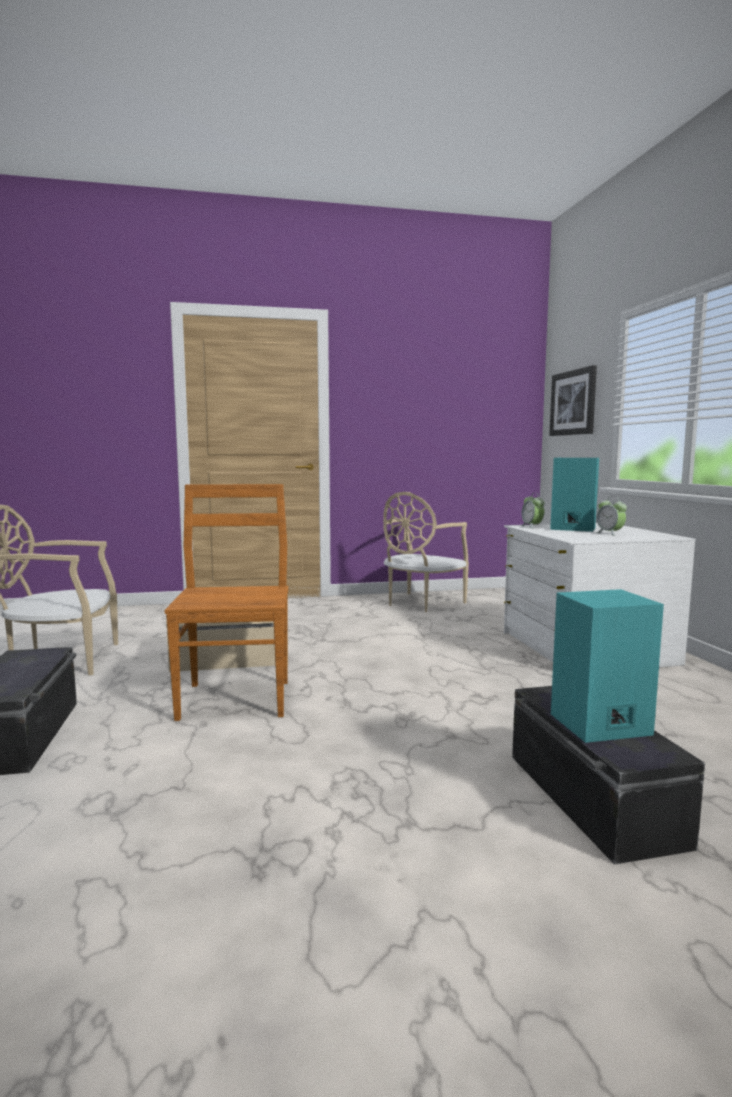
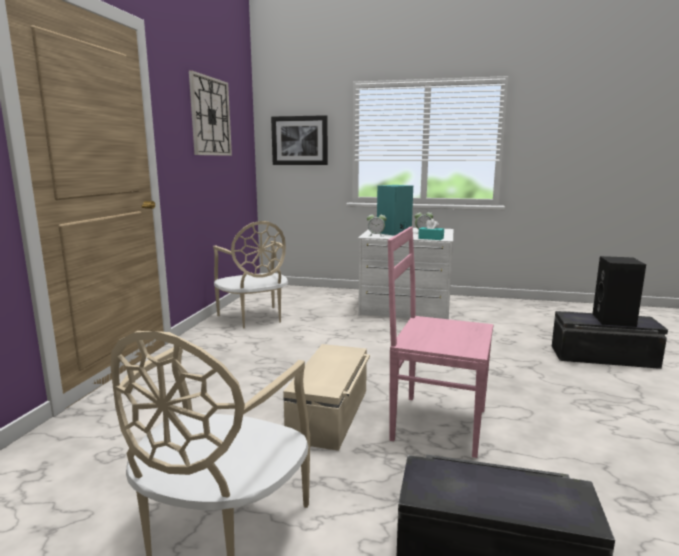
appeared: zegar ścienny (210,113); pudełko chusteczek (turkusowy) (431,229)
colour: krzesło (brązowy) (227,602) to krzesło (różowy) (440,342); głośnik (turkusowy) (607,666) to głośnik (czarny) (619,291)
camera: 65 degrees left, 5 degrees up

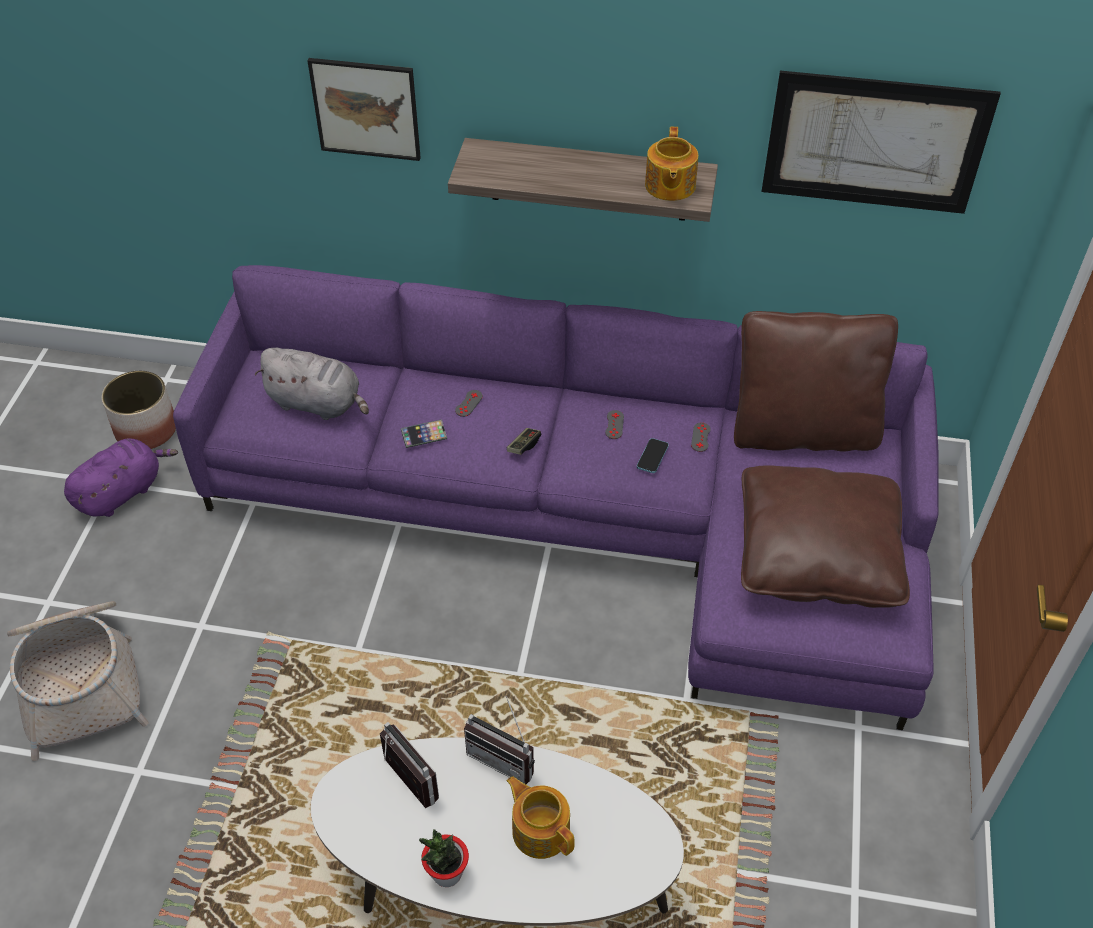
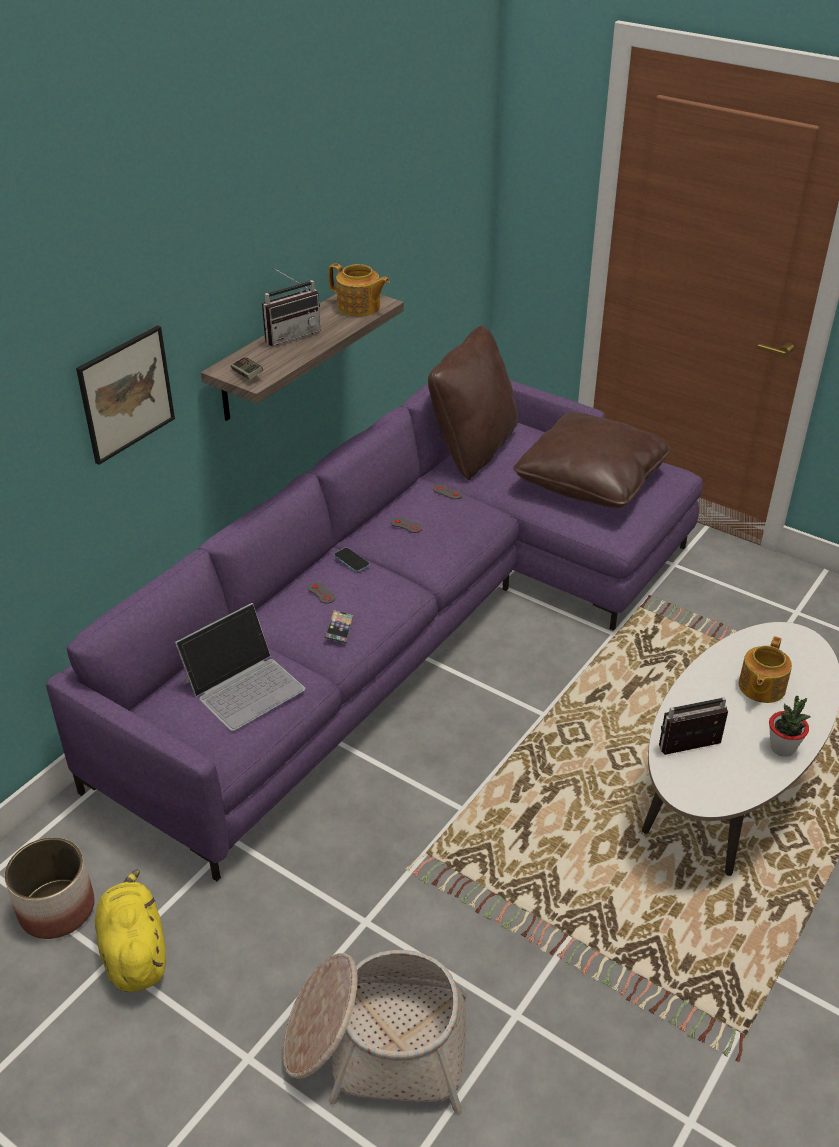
missing: obraz (881,142)
relocated: radio (499,740) to (291,306); pad do gier (524,441) to (247,368); telefon (653,455) to (352,559)
exchanged: pluszak (szary) (311,384) to laptop (240,667)
colour: pluszak (fioletowy) (121,477) to pluszak (żółty) (130,930)
spun: imbryk (541,817) = (765,669) 45 degrees counterclockwise
camera: 65 degrees left, 10 degrees down

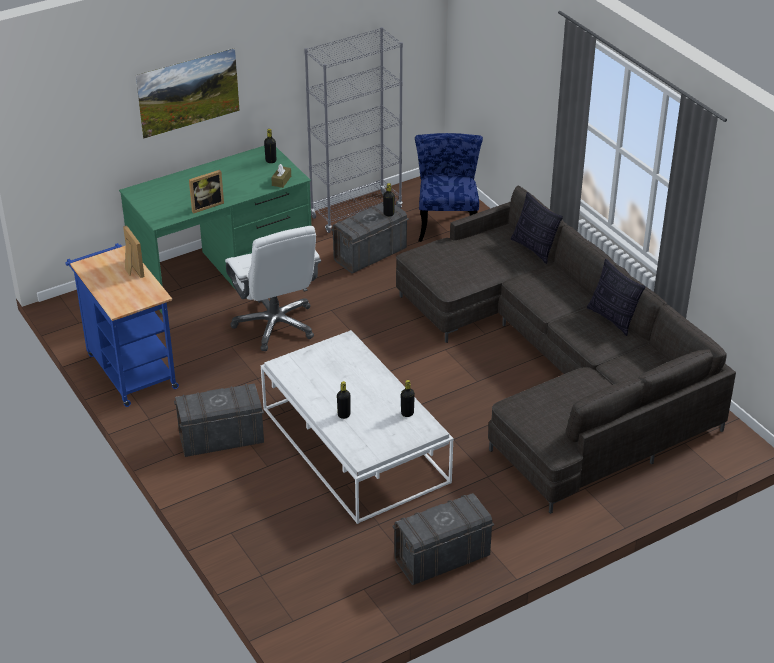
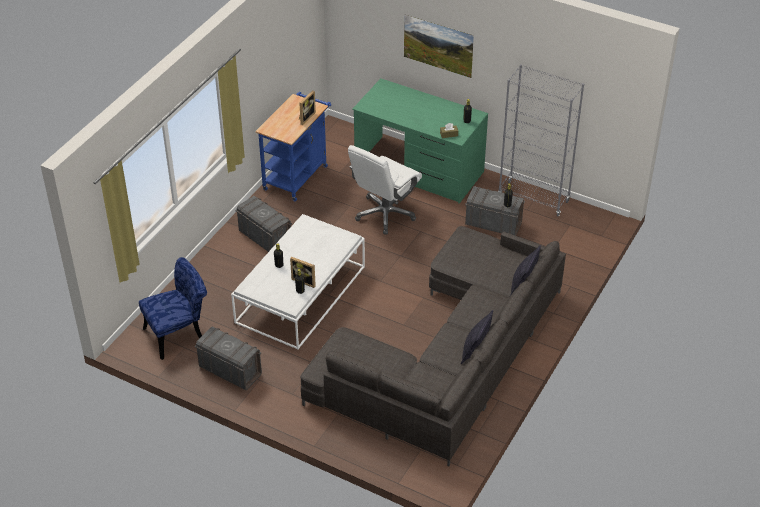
relocated: ramka na zdjęcie (206,192) to (303,272); krzesło (niebieski) (449,187) to (173,308)
camera: 60 degrees right, 5 degrees up

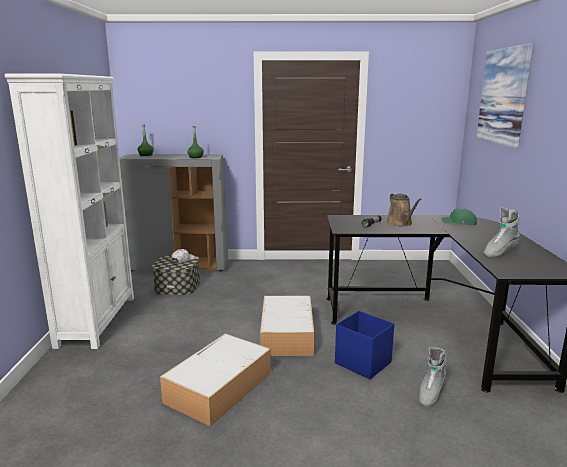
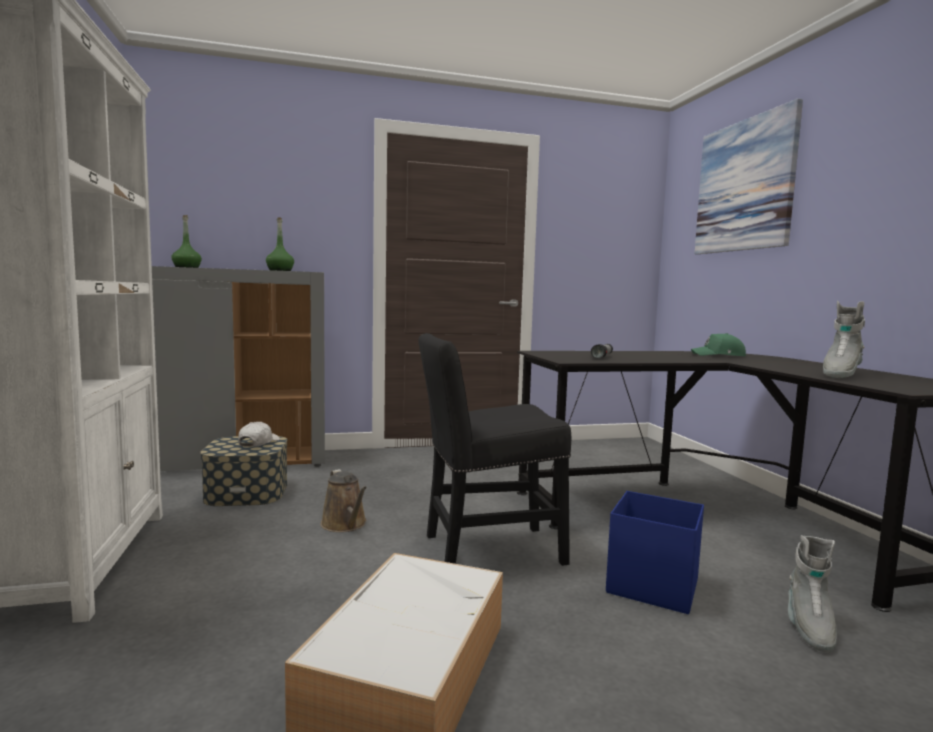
relocated: konewka (brązowy) (404,209) to (344,500)
exchanged: pojemnik do przechowywania (287,326) to krzesło (czarny) (494,449)
camera: 15 degrees left, 10 degrees down

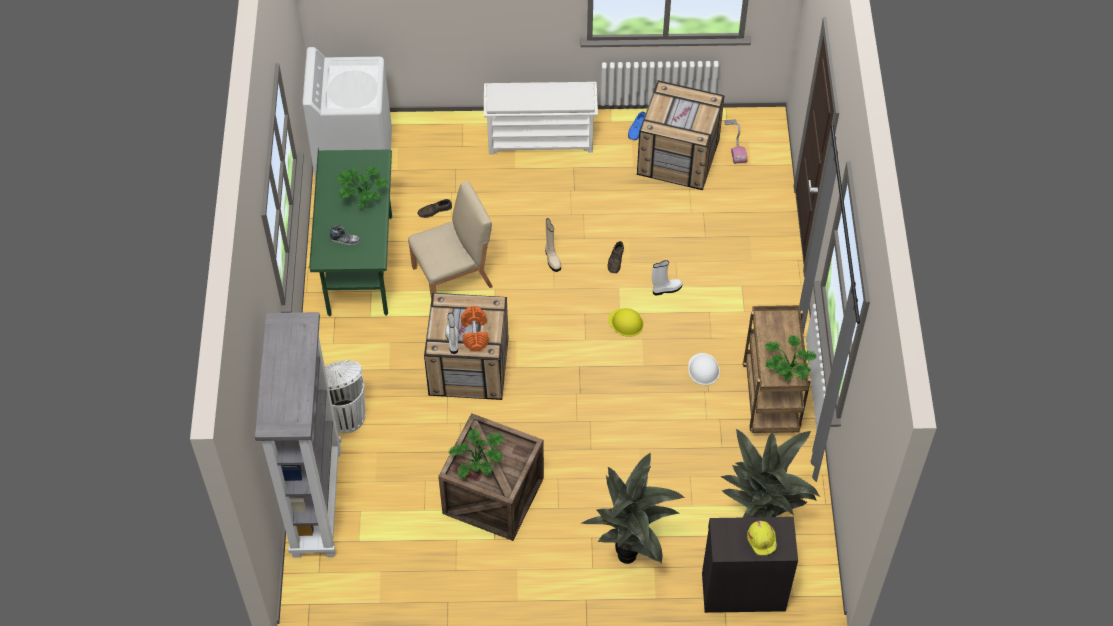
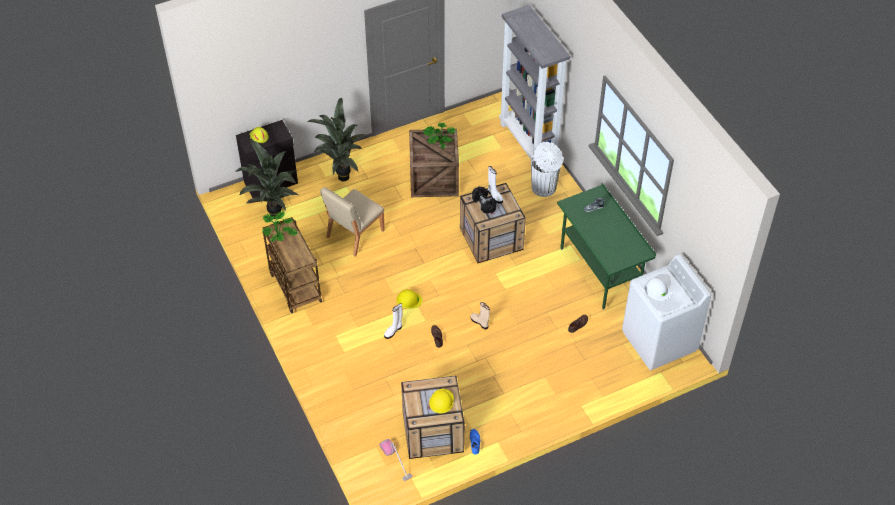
missing: roślina doniczkowa (363,187); regał na buty (biały) (541,118)
appeared: kask (żółty) (441,401)
relocated: krzesło (beżowy) (450,240) to (352,221); kask (biały) (704,369) to (657,289)
colour: hantel (pomarańczowy) (475,328) to hantel (czarny) (484,199)
camera: 155 degrees right, 5 degrees down

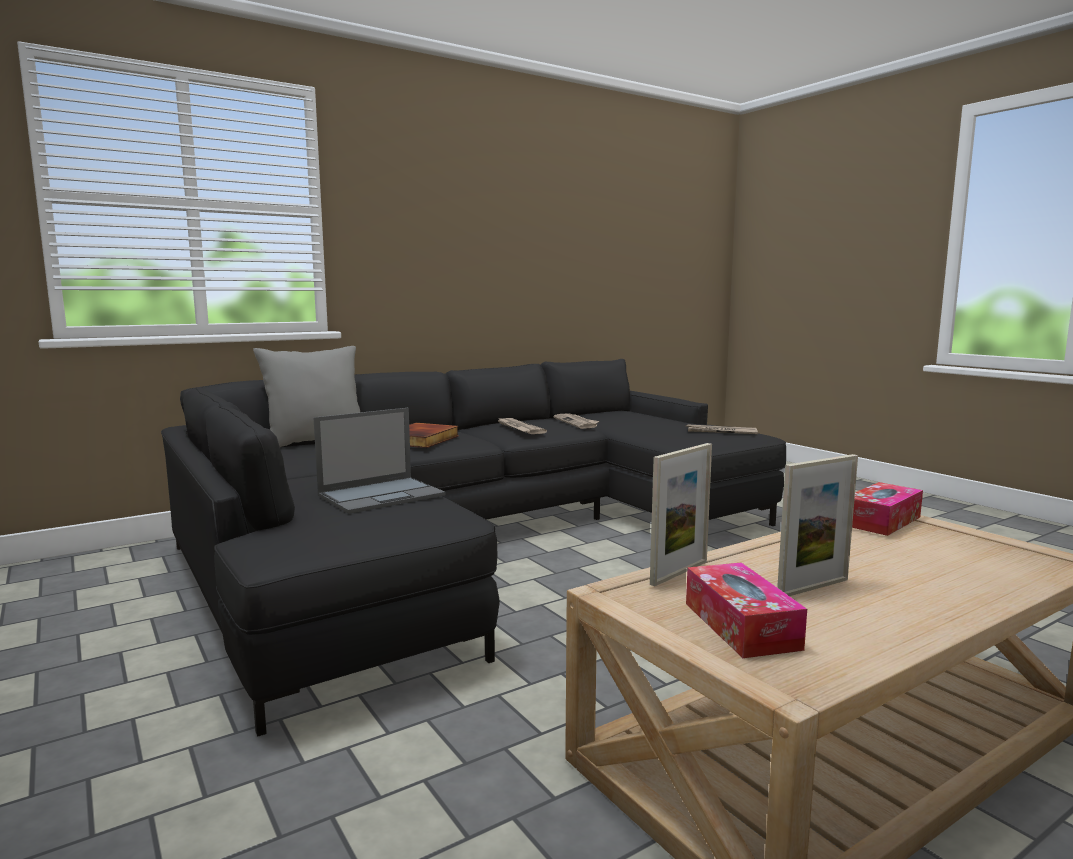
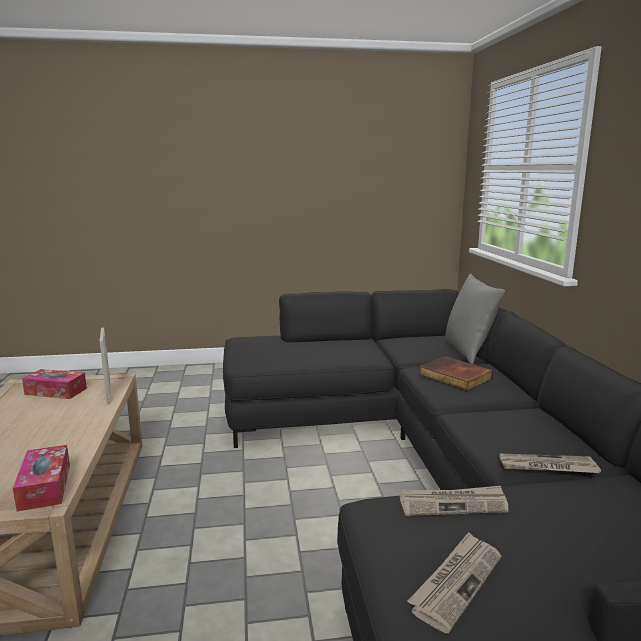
missing: laptop (379,461); ramka na zdjęcie (817,525)
relocated: gazeta (522,426) to (454,501)
camera: 115 degrees right, 5 degrees up

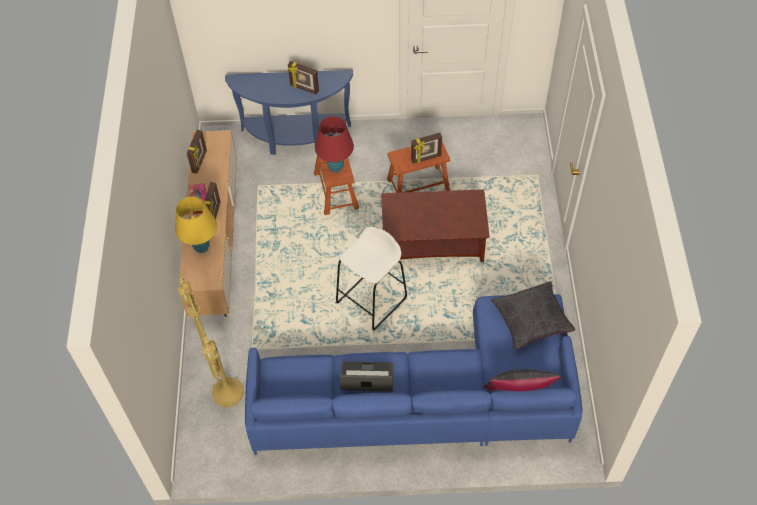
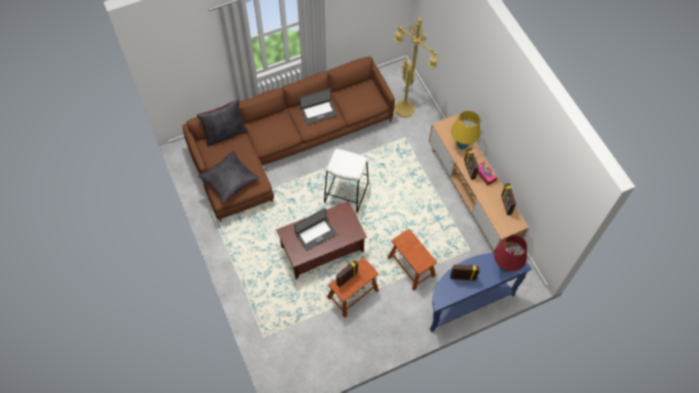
appeared: laptop (315,229)
relocated: lampa stołowa (czerwony) (334,144) to (510,253)
colour: kanapa (niebieski) (413,374) to kanapa (brązowy) (288,139)
camera: 155 degrees right, 5 degrees up

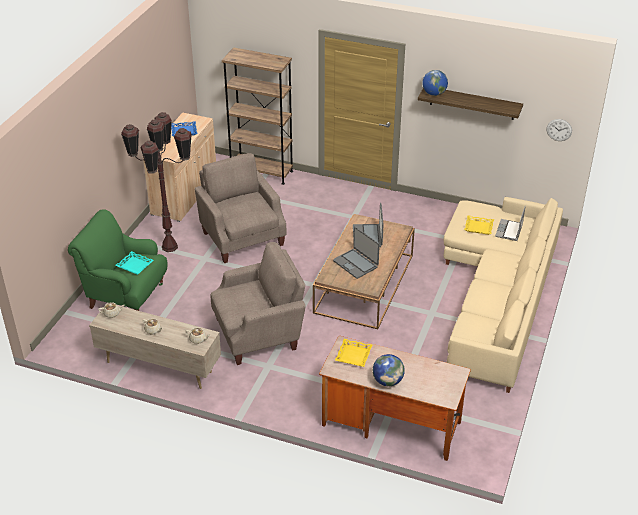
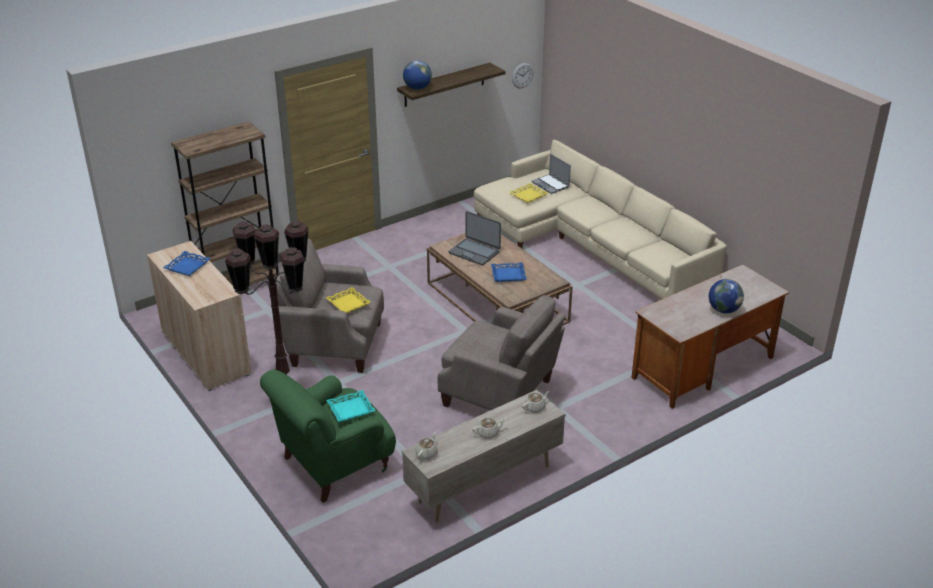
relocated: taca (żółty) (353,353) to (348,300)
exchanged: laptop (356,253) to taca (niebieski) (509,272)
spun: fotel (beżowy) (258,303) = (501,353) 105 degrees clockwise
camera: 55 degrees left, 5 degrees down

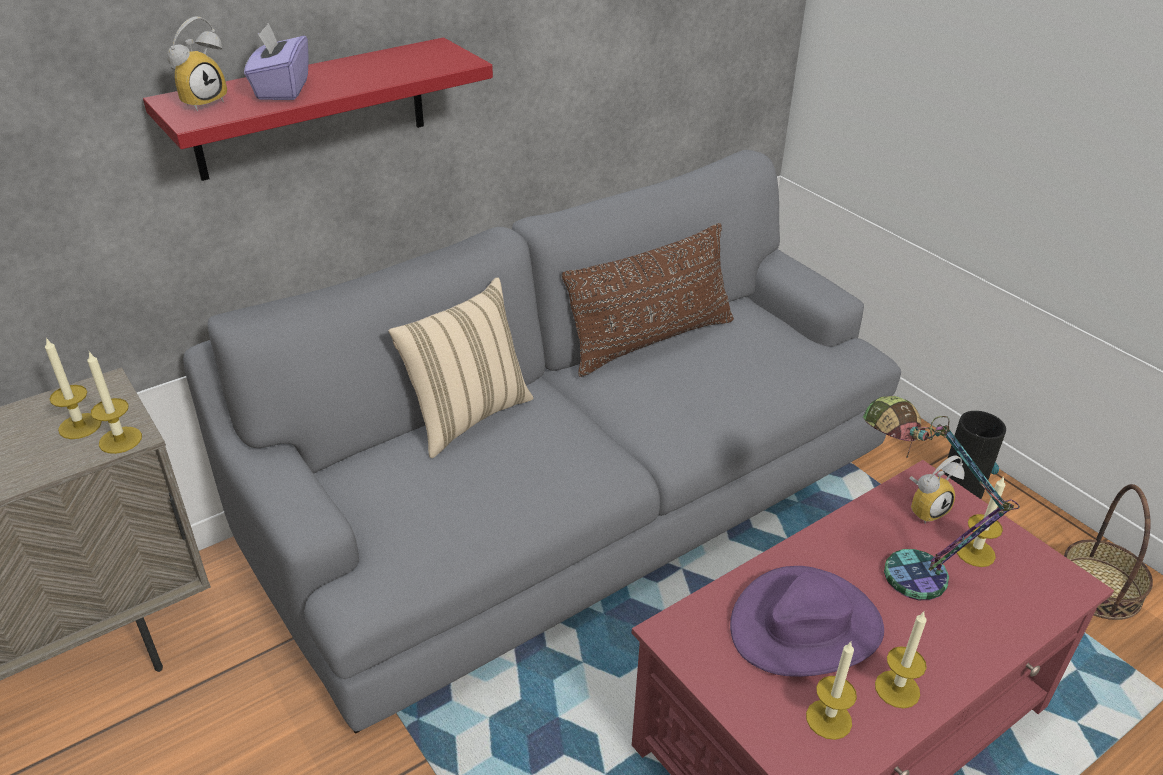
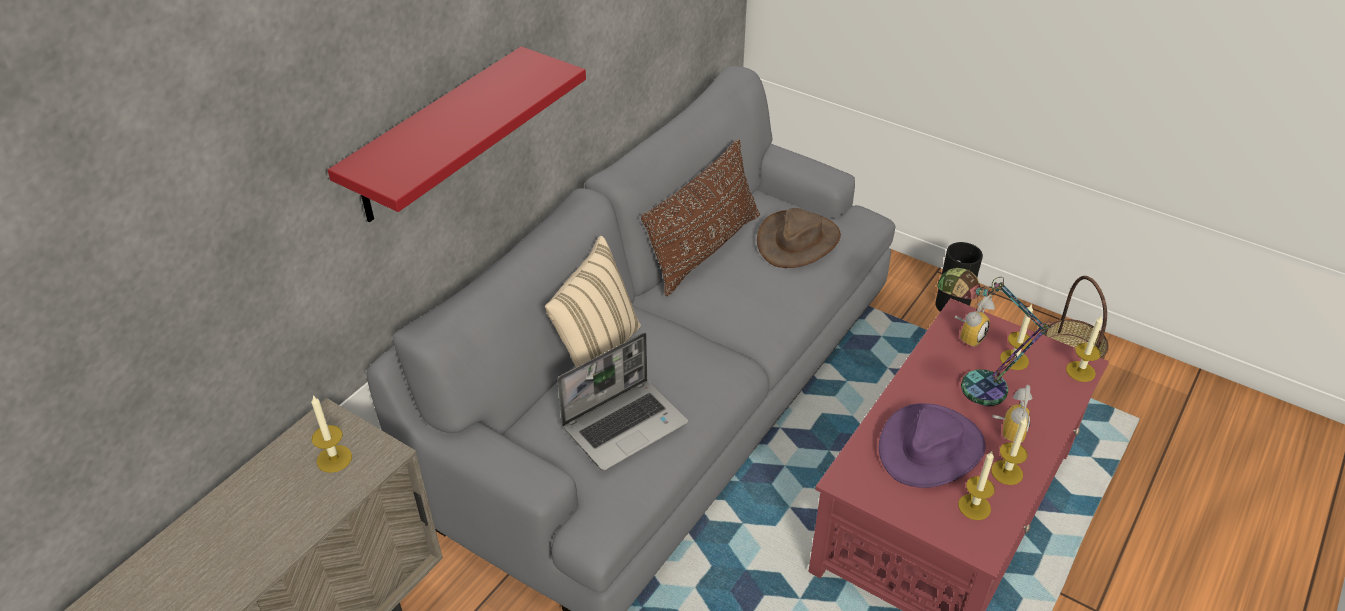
missing: pudełko chusteczek (fioletowy) (276,61)
appeared: laptop (622,402); kapelusz (brązowy) (799,238)
relocated: świeca (114,402) to (1084,348); budzik (197,63) to (1012,413)
camera: 20 degrees left, 5 degrees up

